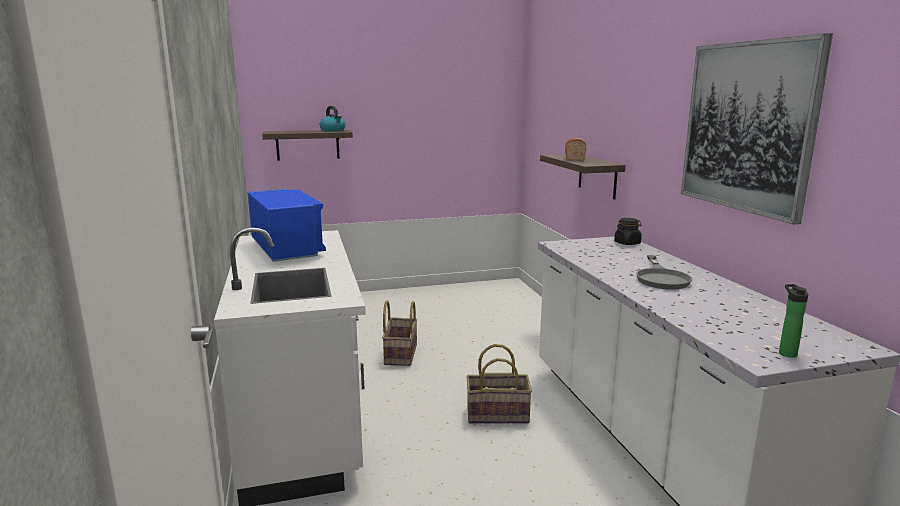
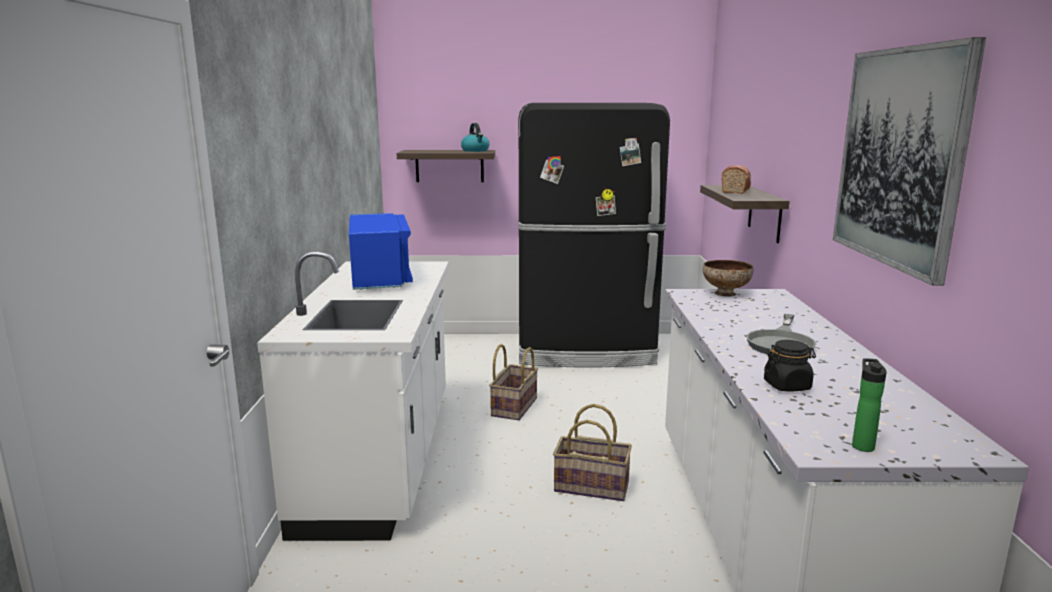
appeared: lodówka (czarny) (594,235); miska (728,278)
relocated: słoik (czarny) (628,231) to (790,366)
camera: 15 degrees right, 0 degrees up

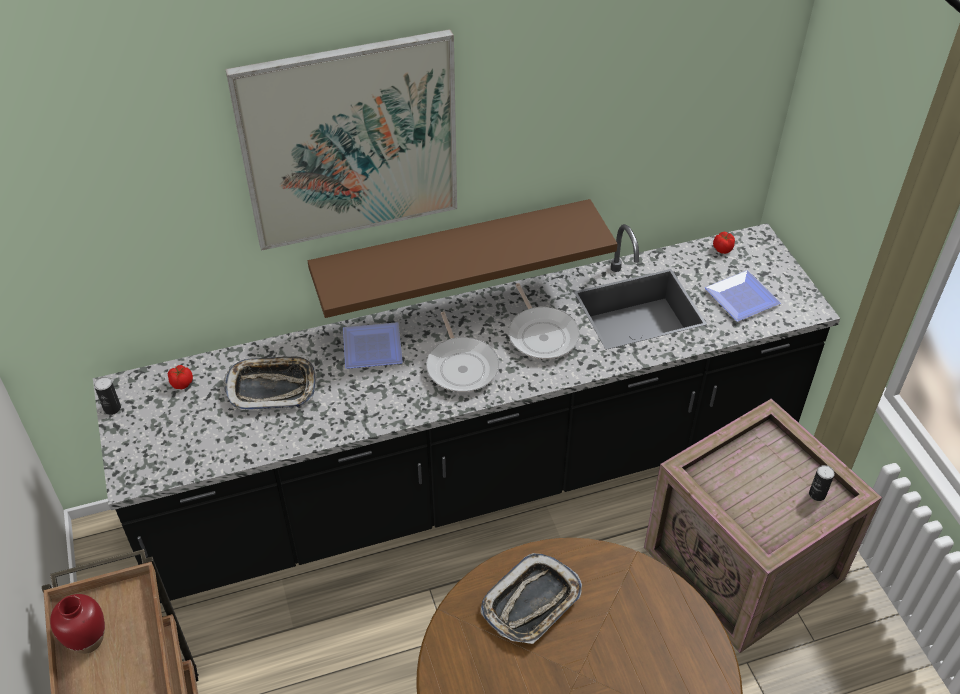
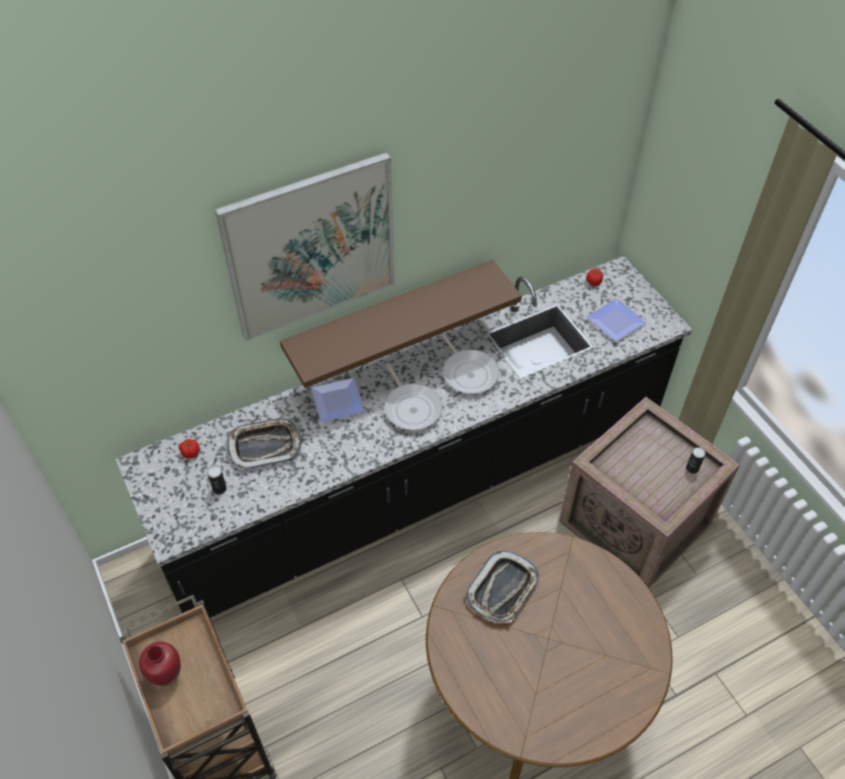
relocated: puszka (107,396) to (217,480)
camera: 10 degrees left, 5 degrees up

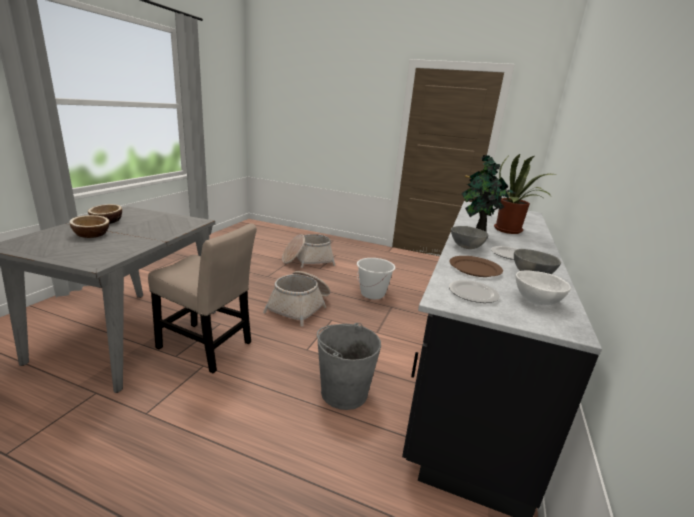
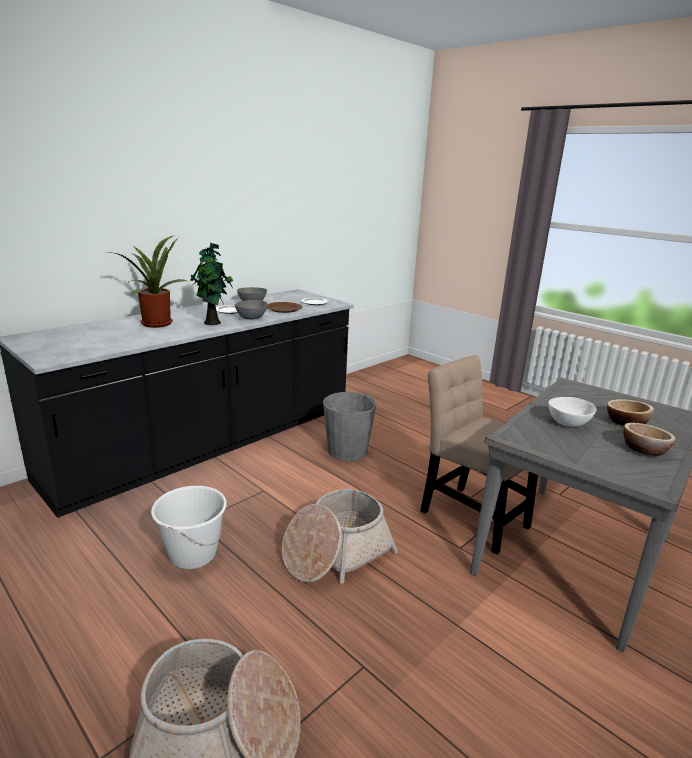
relocated: miska (biały) (543,287) to (572,412)
camera: 155 degrees left, 0 degrees up

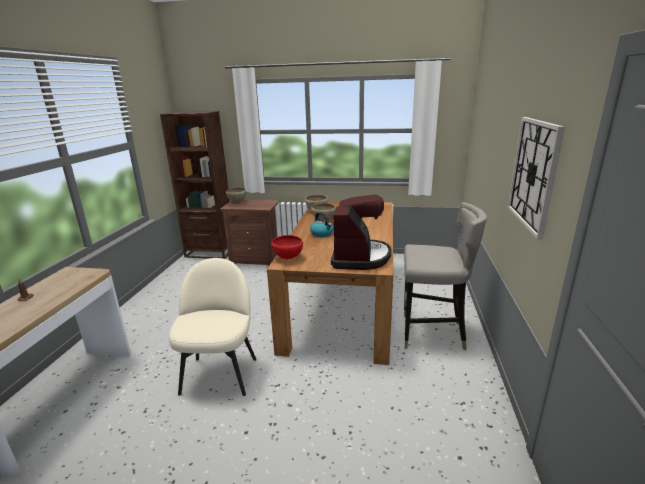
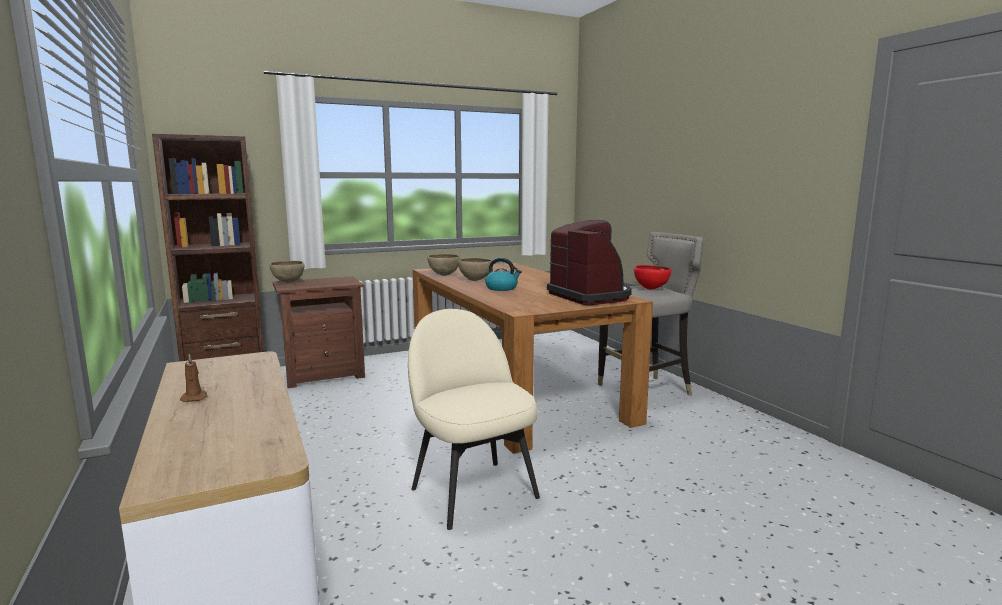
missing: zegar ścienny (536,178)
relocated: miska (czerwony) (287,247) to (652,277)
camera: 35 degrees left, 10 degrees down

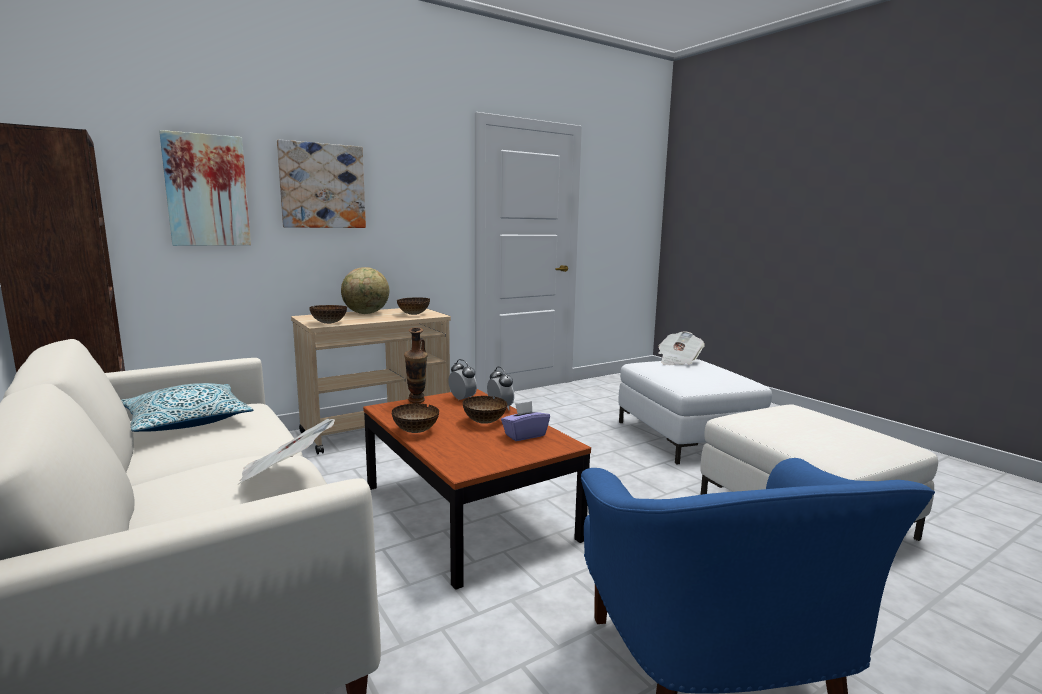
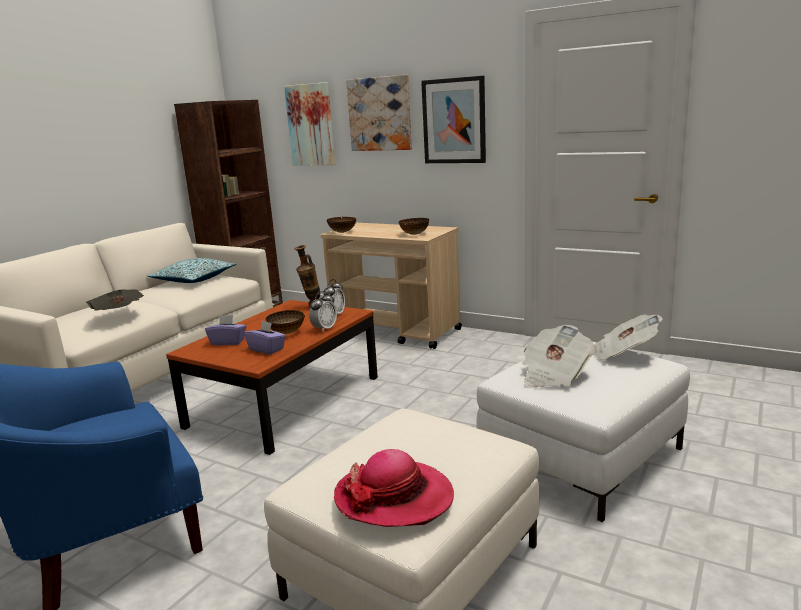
missing: globus (365,290); miska (415,418)
appeared: pudełko chusteczek (fioletowy) (225,330); kapelusz (394,488); obraz (453,119); gazeta (558,356)
camera: 65 degrees right, 5 degrees up

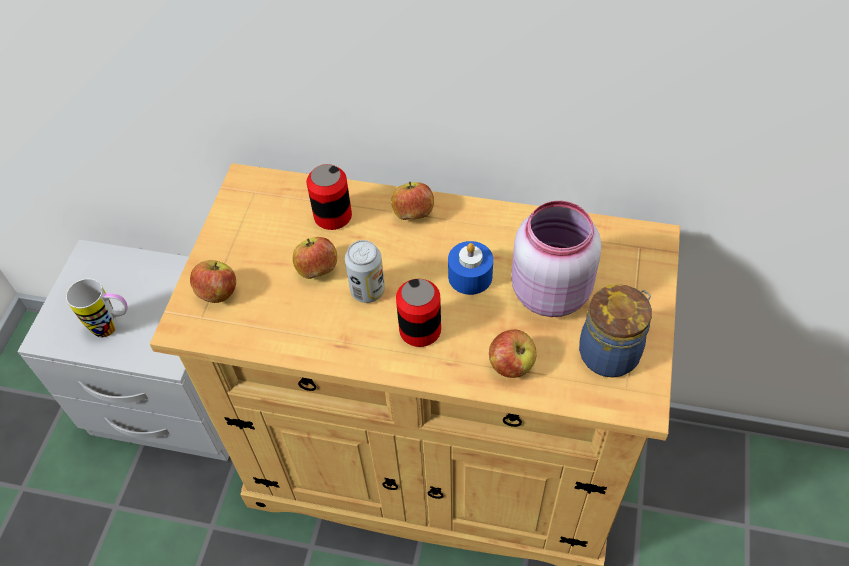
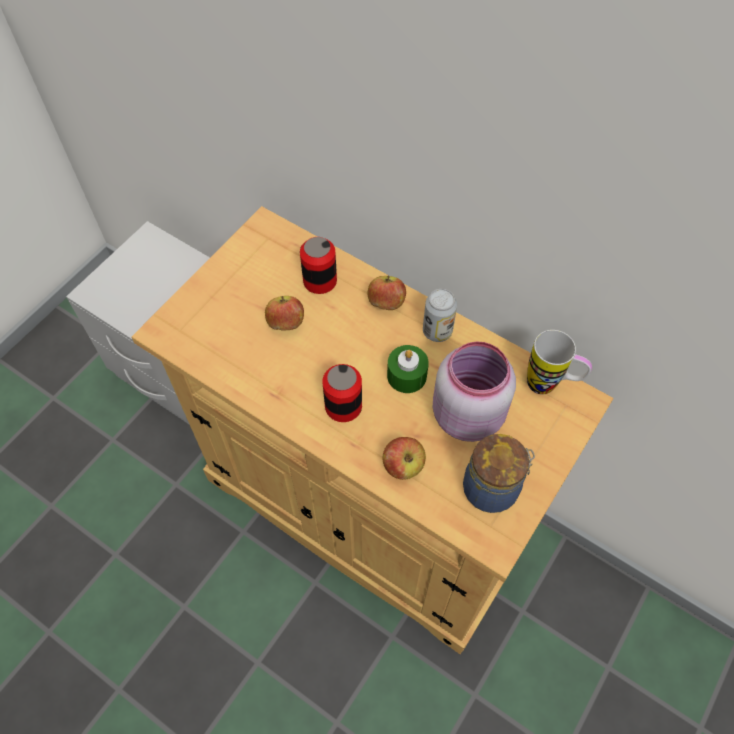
missing: jabłko (213,281)
relocated: kubek (97,308) to (559,362); puszka (365,271) to (440,315)
colour: świeca (niebieski) (470,268) to świeca (zielony) (408,369)
camera: 20 degrees right, 5 degrees up

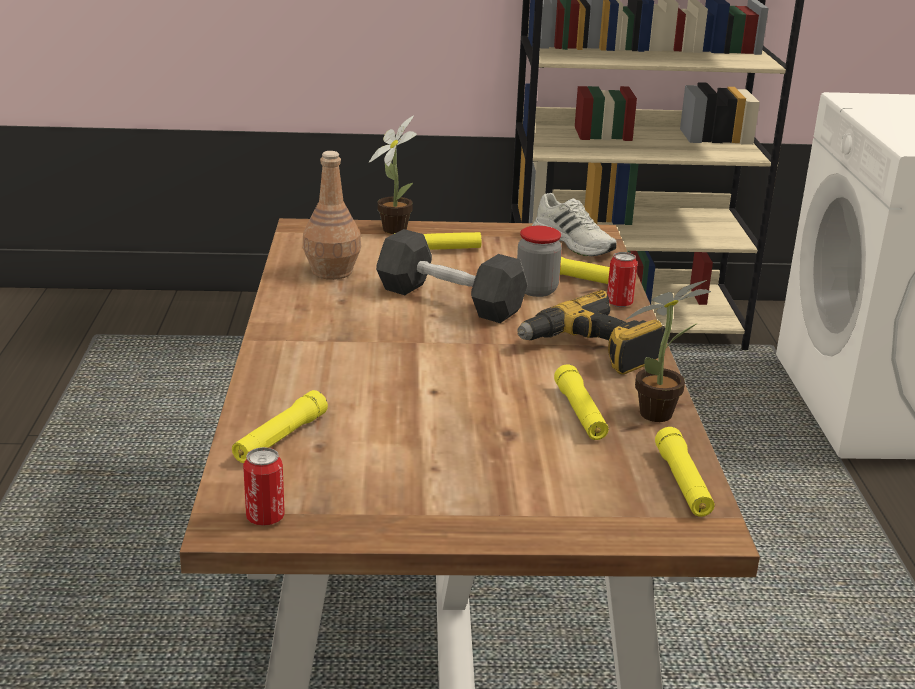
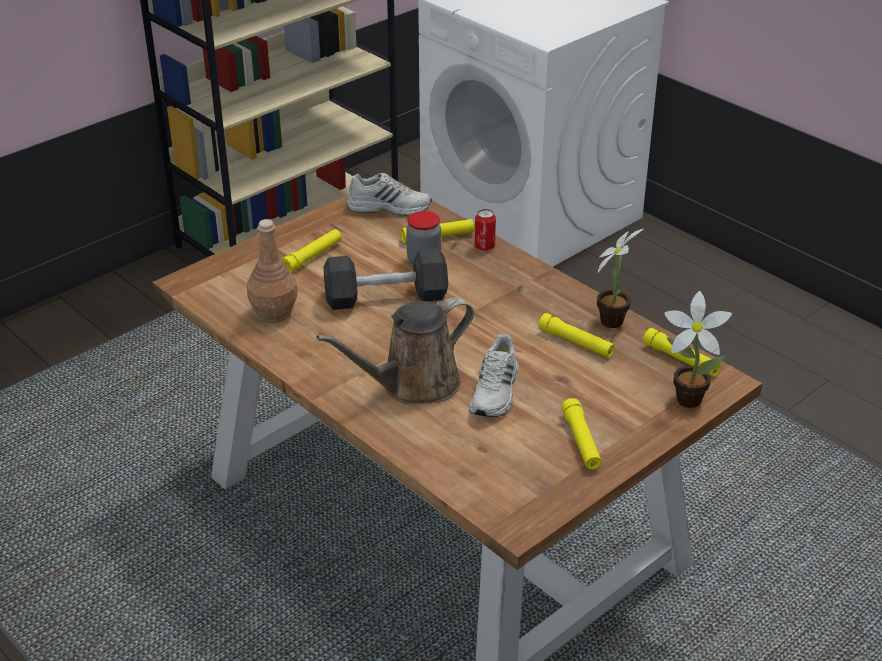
missing: puszka (264,486); wiertarka (591,332)
appeared: konewka (brązowy) (395,350); but (biały) (494,375)
relocated: latarka (żółty) (280,426) to (581,433); roślina doniczkowa (393,175) to (698,349)
camera: 40 degrees left, 10 degrees up

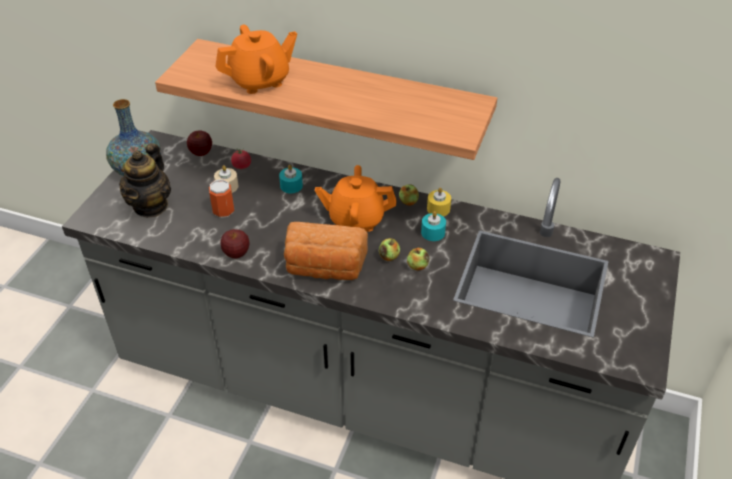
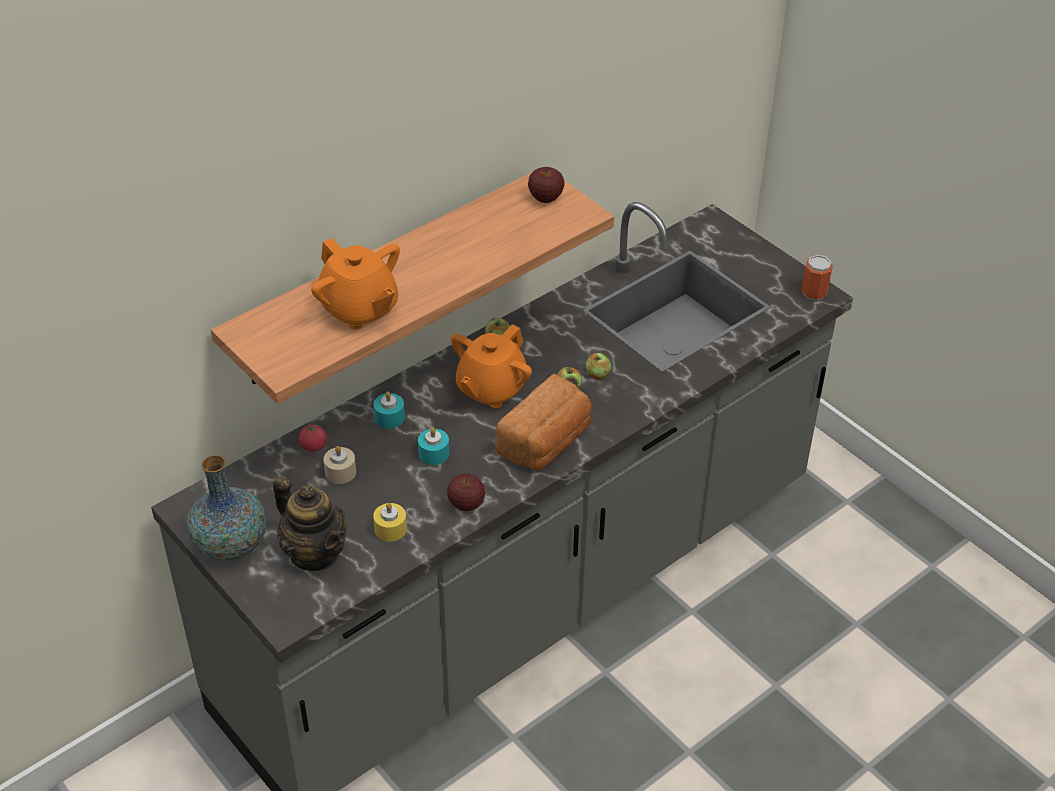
relocated: jabłko (199,143) to (546,185); puszka (221,198) to (817,278); świeca (turkusowy) (433,226) to (433,446); świeca (żółty) (439,202) to (390,522)
spun: imbryk (pomarańczowy) (256,59) = (355,284) 135 degrees clockwise
camera: 60 degrees left, 0 degrees up

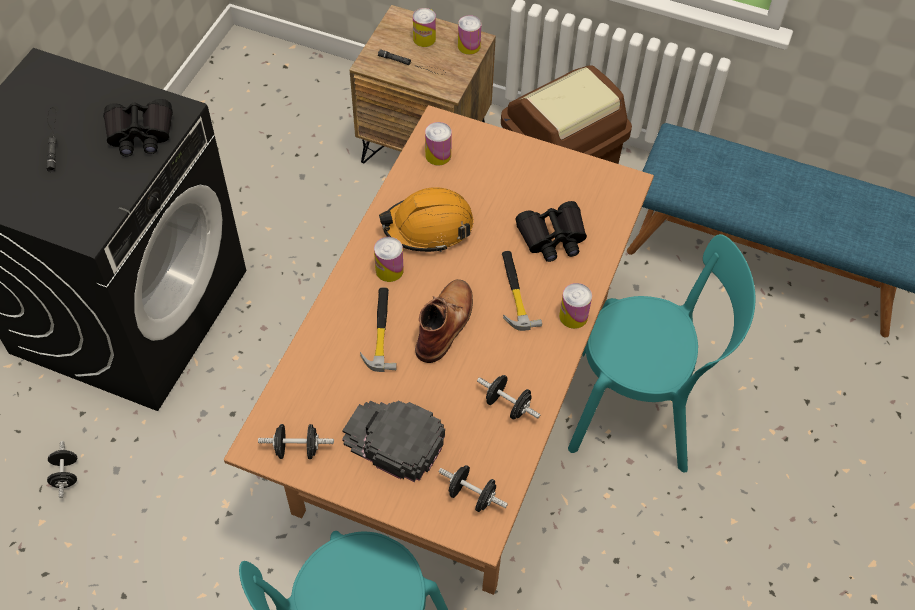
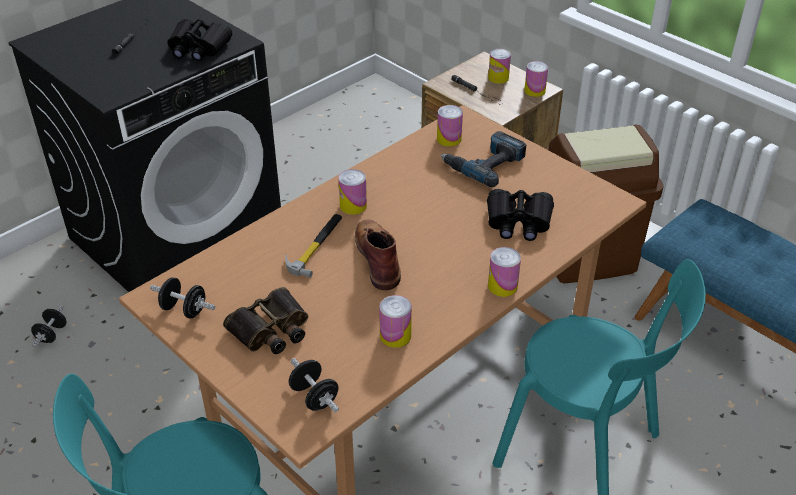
missing: kask (pomarańczowy) (426,219); młotek (522,291)
appeared: wiertarka (483,159)
exchanged: czapka z daszkiem (czarny) (393,441) to lornetka (265,320); hantel (czarny) (508,397) to puszka (395,321)
spun: but z cholewką (brązowy) (444,321) = (378,254) 60 degrees counterclockwise
camera: 25 degrees right, 15 degrees down

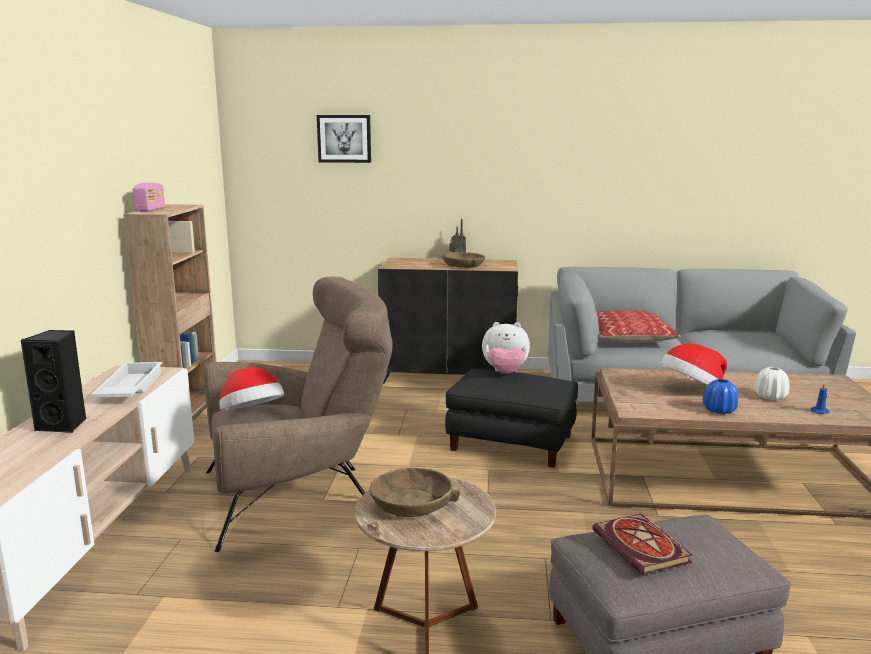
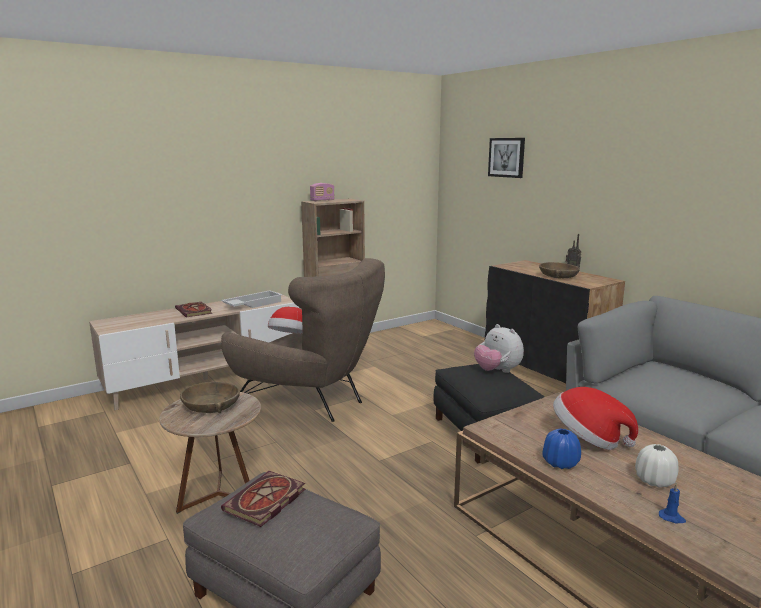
missing: poduszka (638,327)
exchanged: głośnik (czarny) (53,381) to książka (194,309)
camera: 50 degrees right, 0 degrees up

